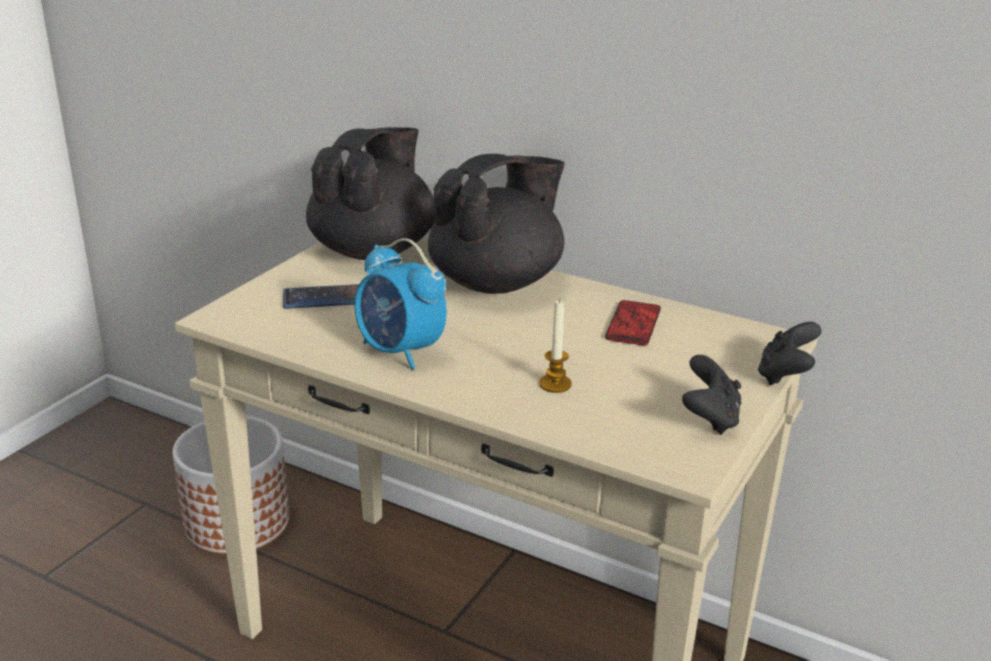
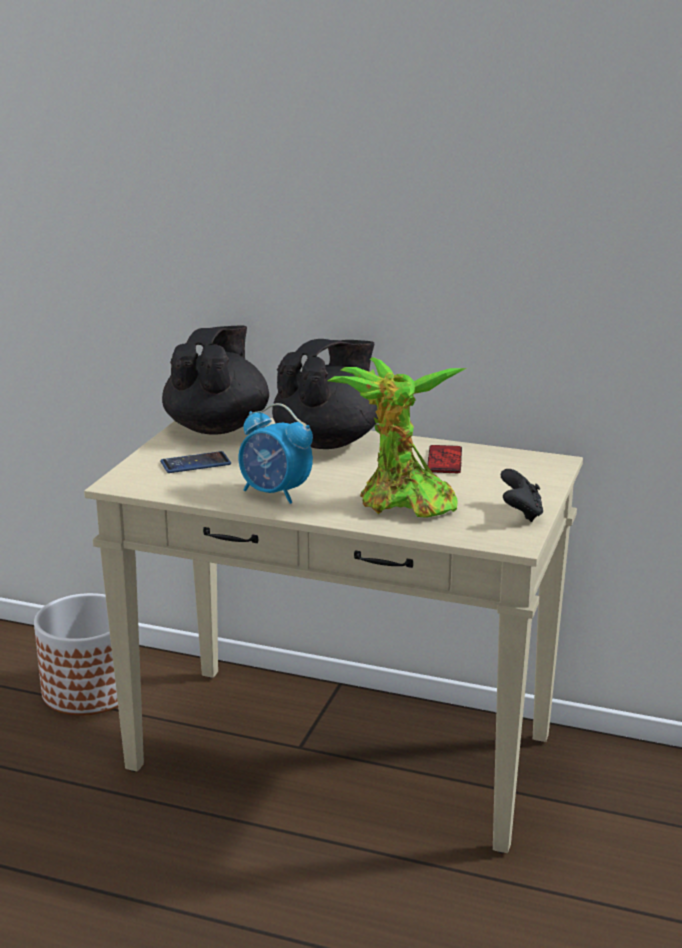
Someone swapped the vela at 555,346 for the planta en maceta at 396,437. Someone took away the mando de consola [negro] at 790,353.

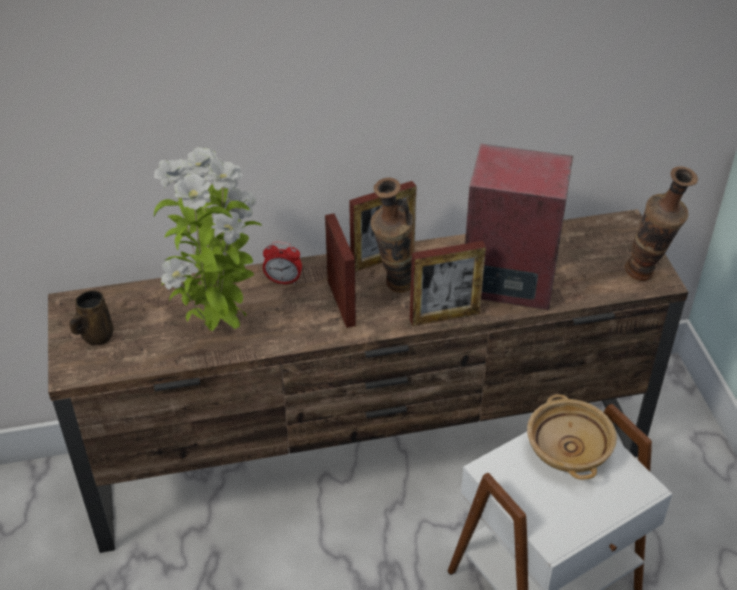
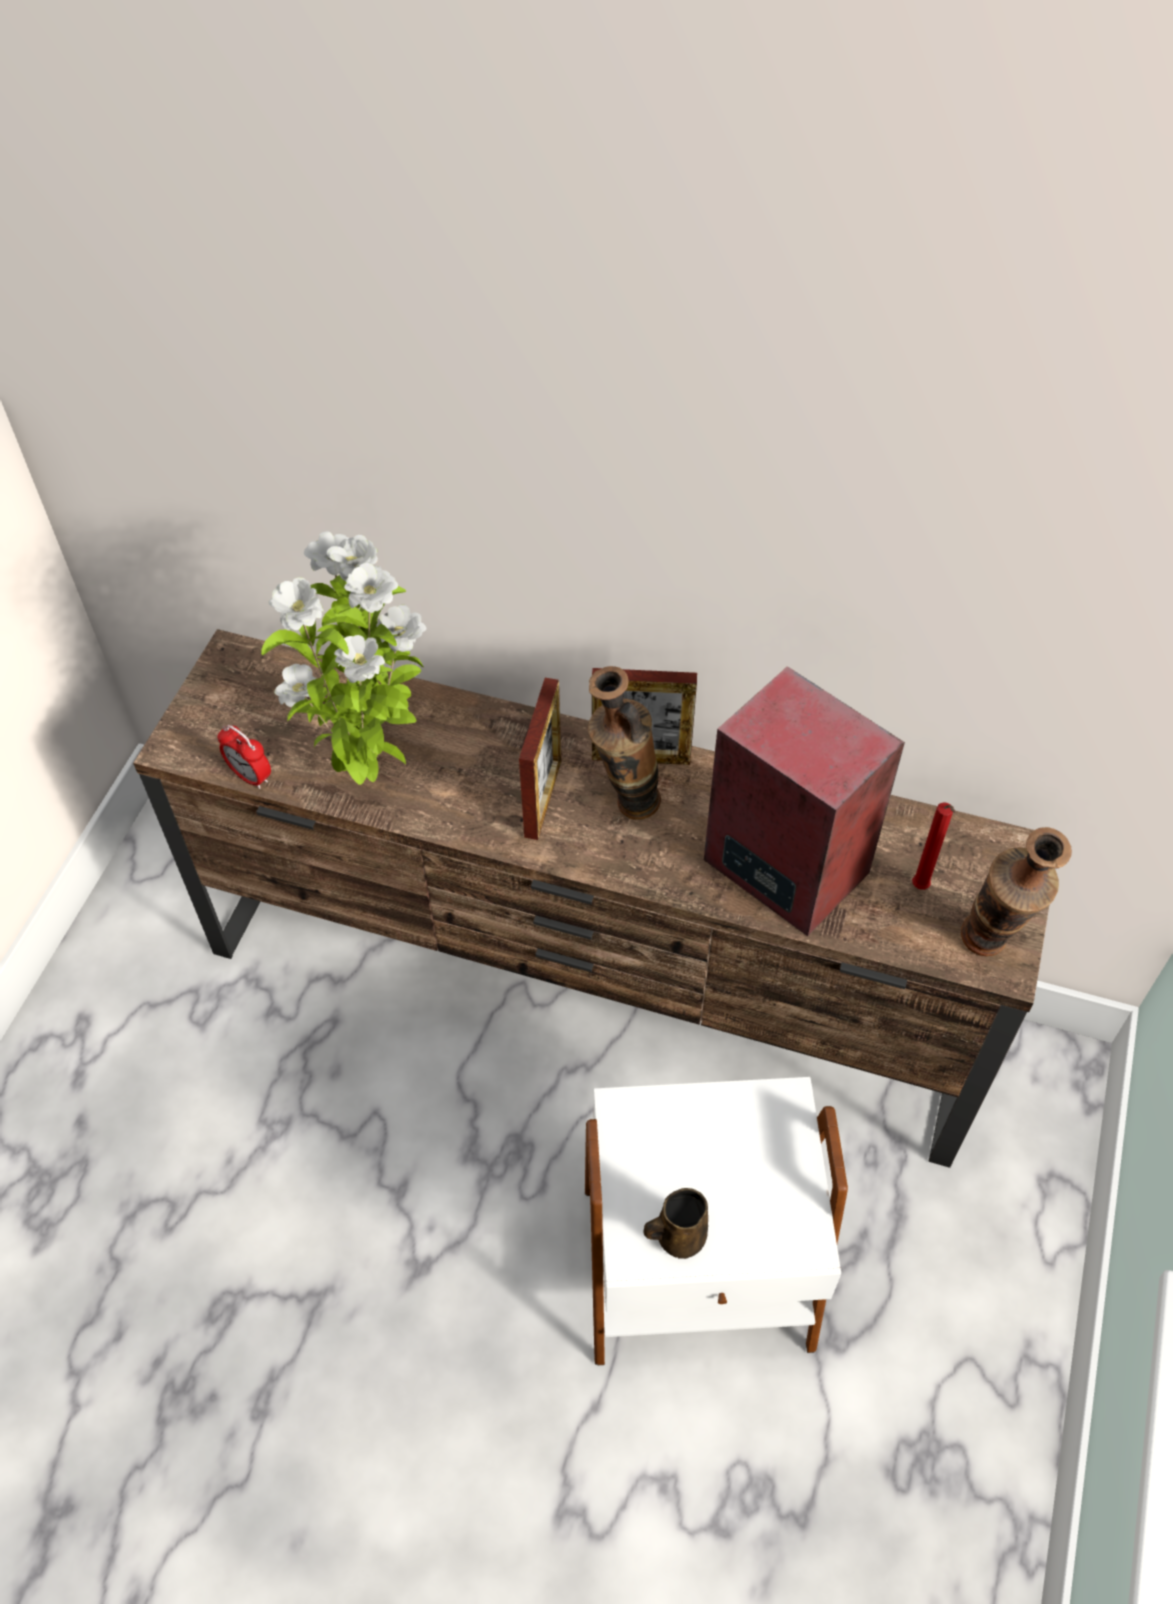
Someone carried the taza grande [marrón] from 91,317 to 675,1223. Someone carried the despertador from 282,263 to 244,757. Someone took away the portarretratos at 448,283. Someone took away the cuenco [beis] at 572,437. Someone put down the vela [rojo] at 933,846.

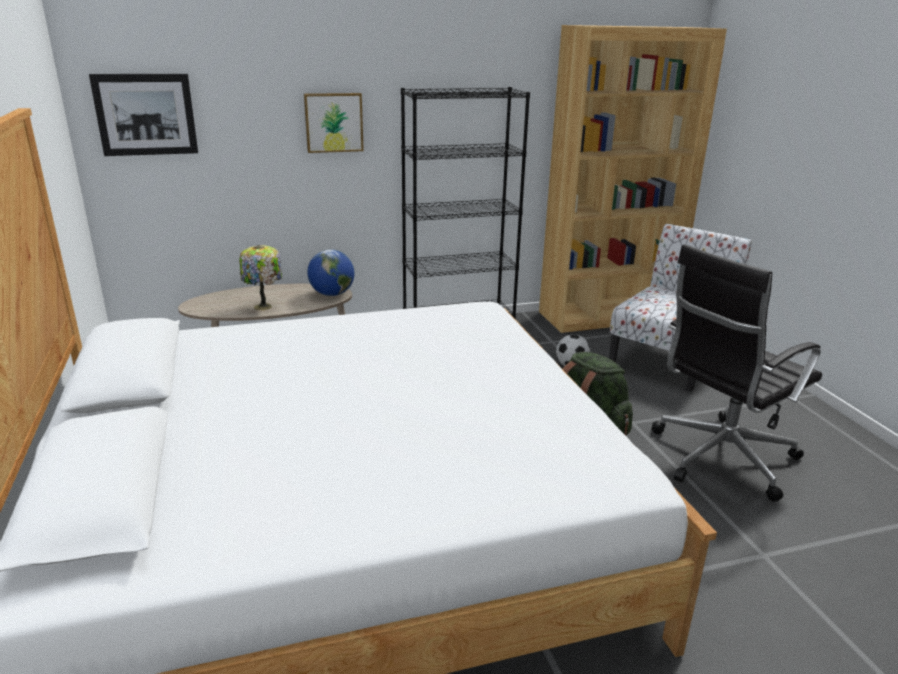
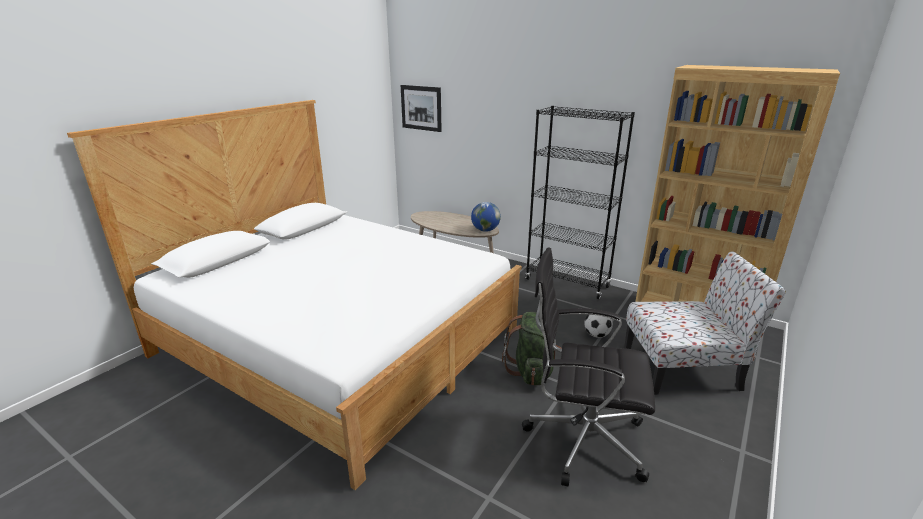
Someone took away the lámpara de mesa at 260,277. Someone took away the cuadro at 334,123.

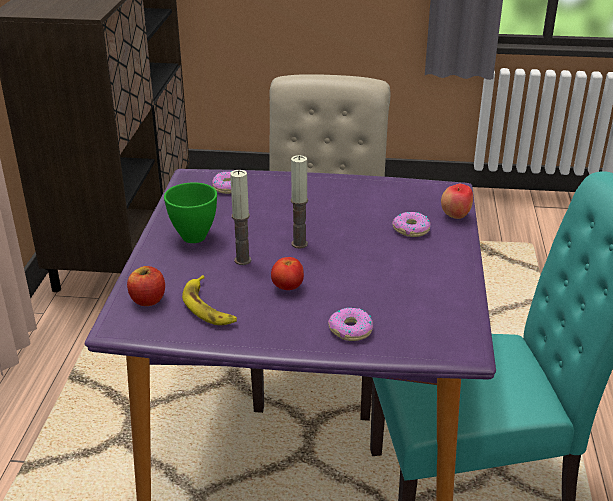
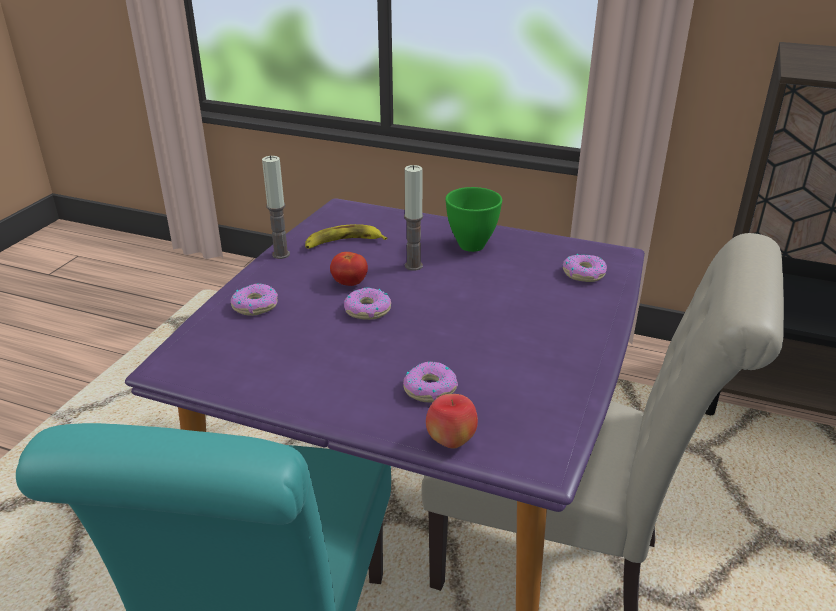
Someone took away the manzana at 146,286. Someone carried the vela from 299,201 to 276,207. Someone put down the rosquilla at 367,303.

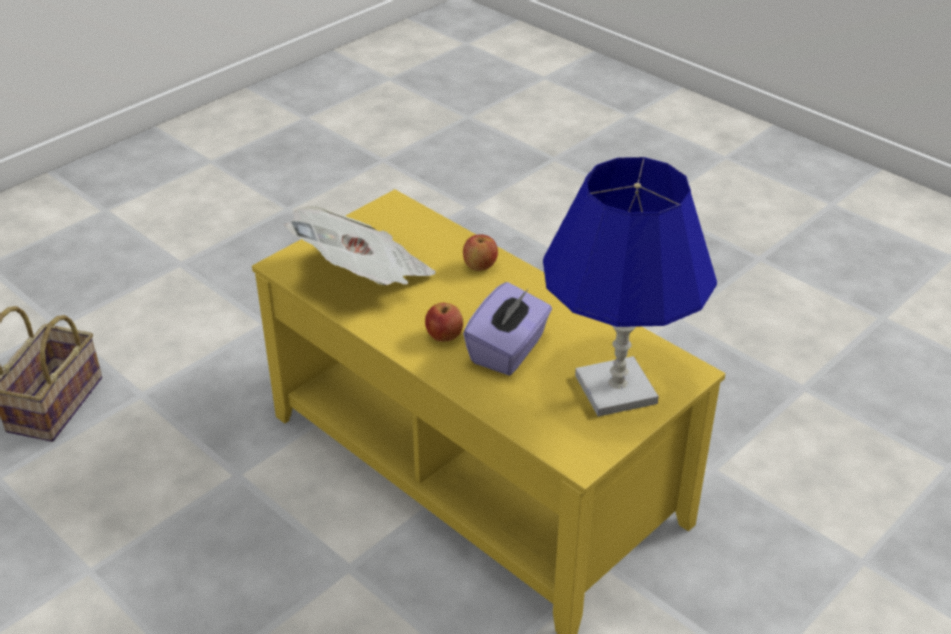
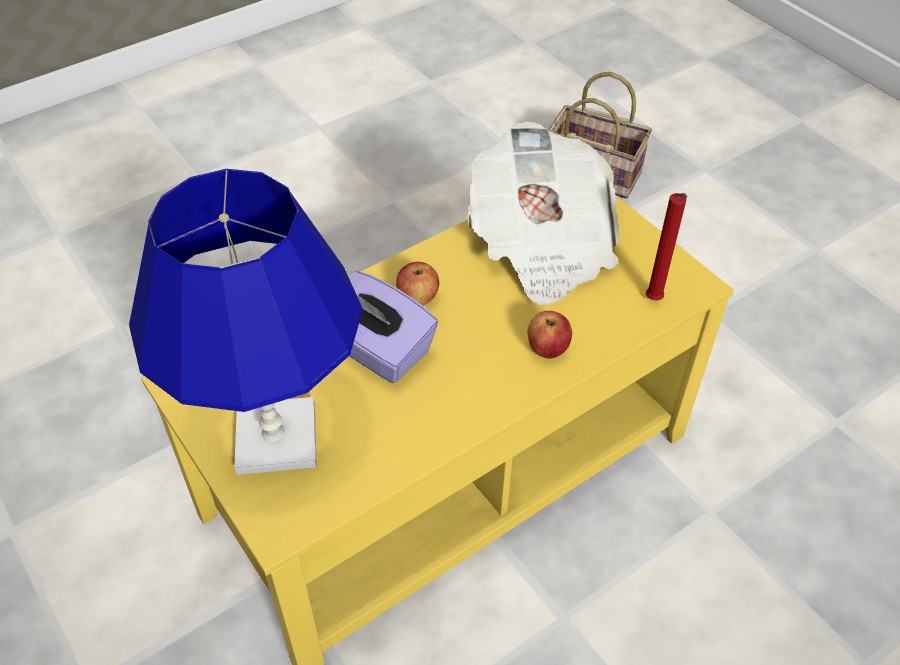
Someone put down the vela [rojo] at 666,247.

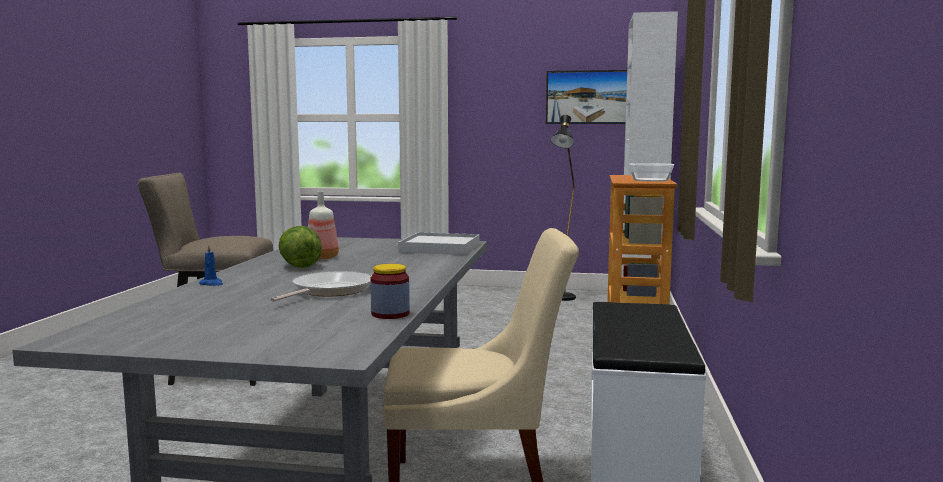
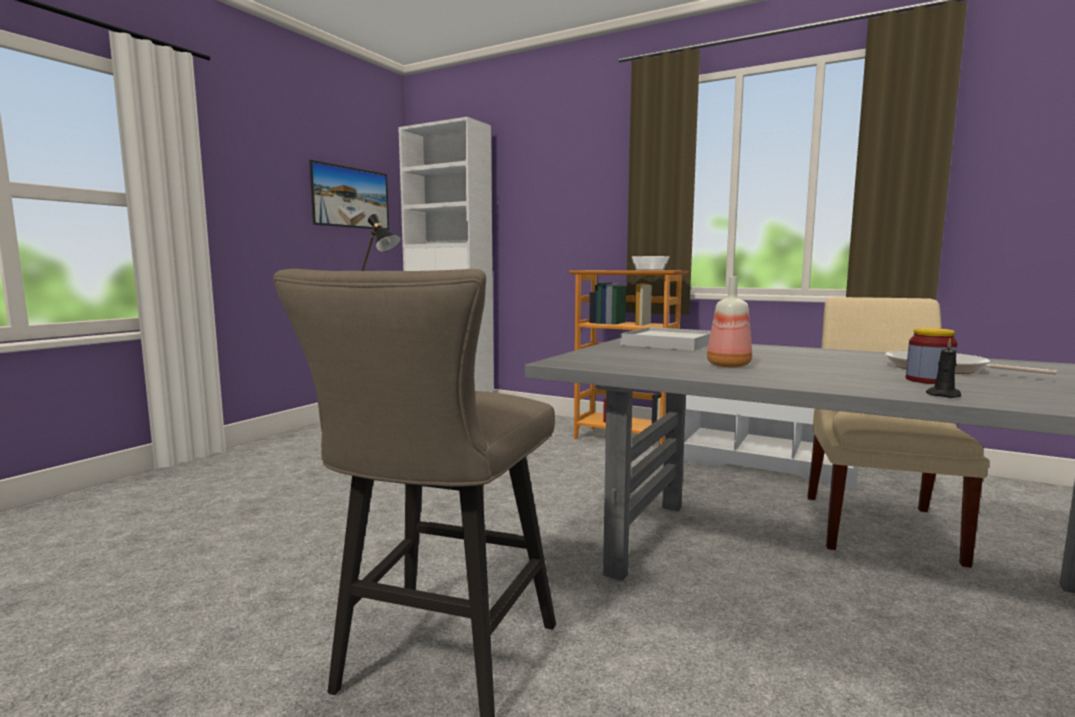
Someone repainted the vela [azul] at 211,265, which became the vela [negro] at 943,368. Someone took away the lechuga at 300,247. Someone carried the tarro from 390,291 to 932,356.

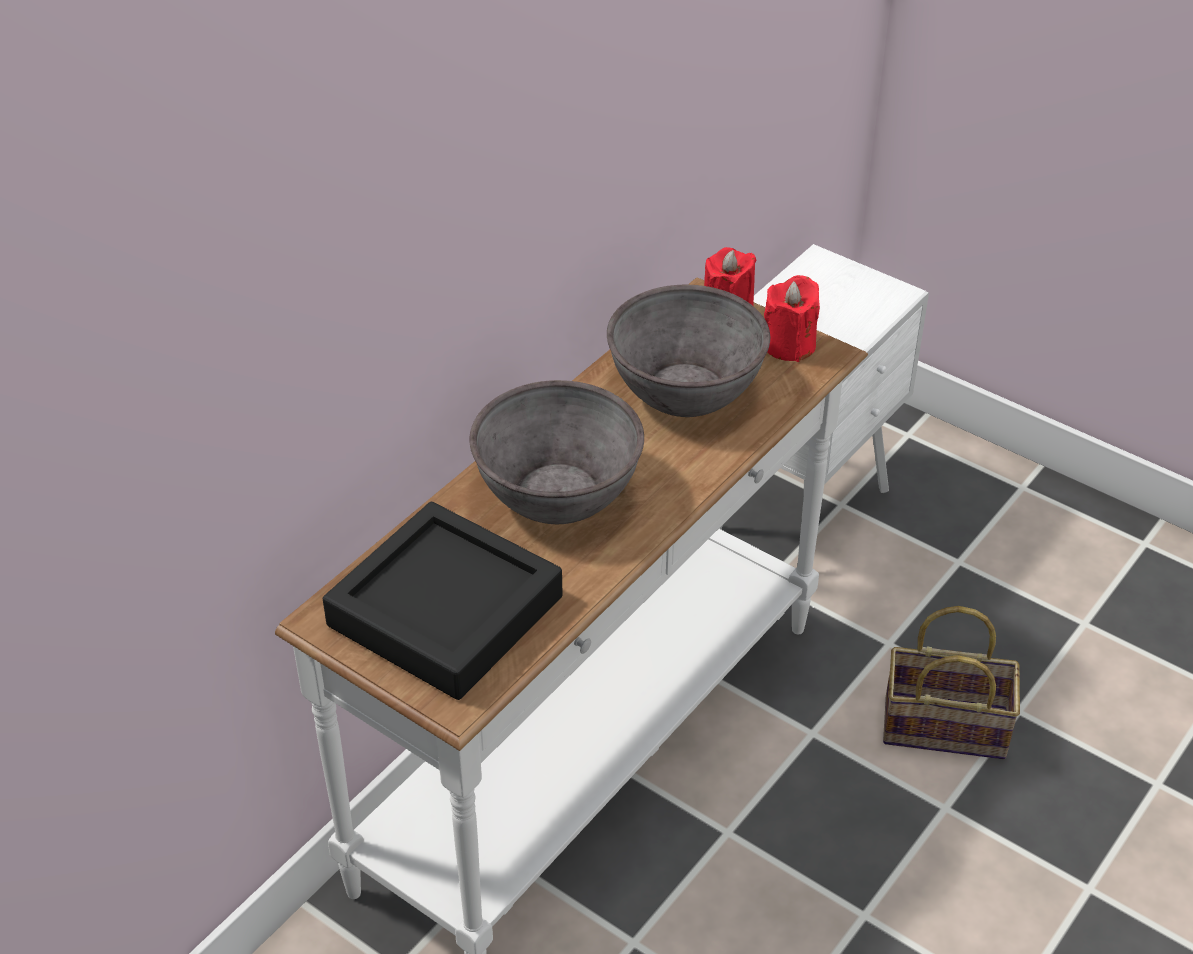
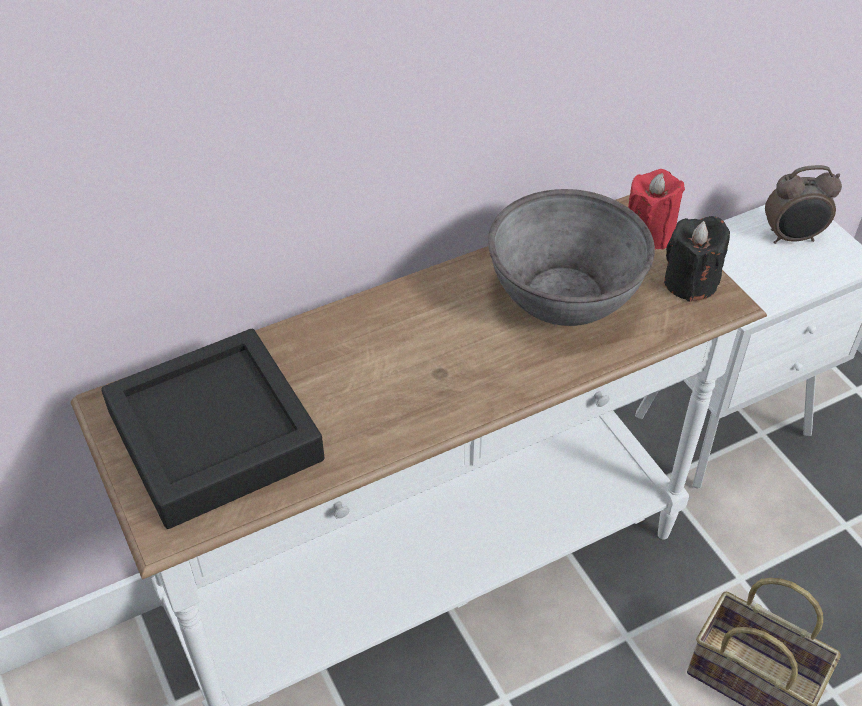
Someone took away the cuenco [gris] at 556,452. Someone repainted the vela [rojo] at 792,318, which became the vela [negro] at 697,259. Someone put down the despertador at 803,204.

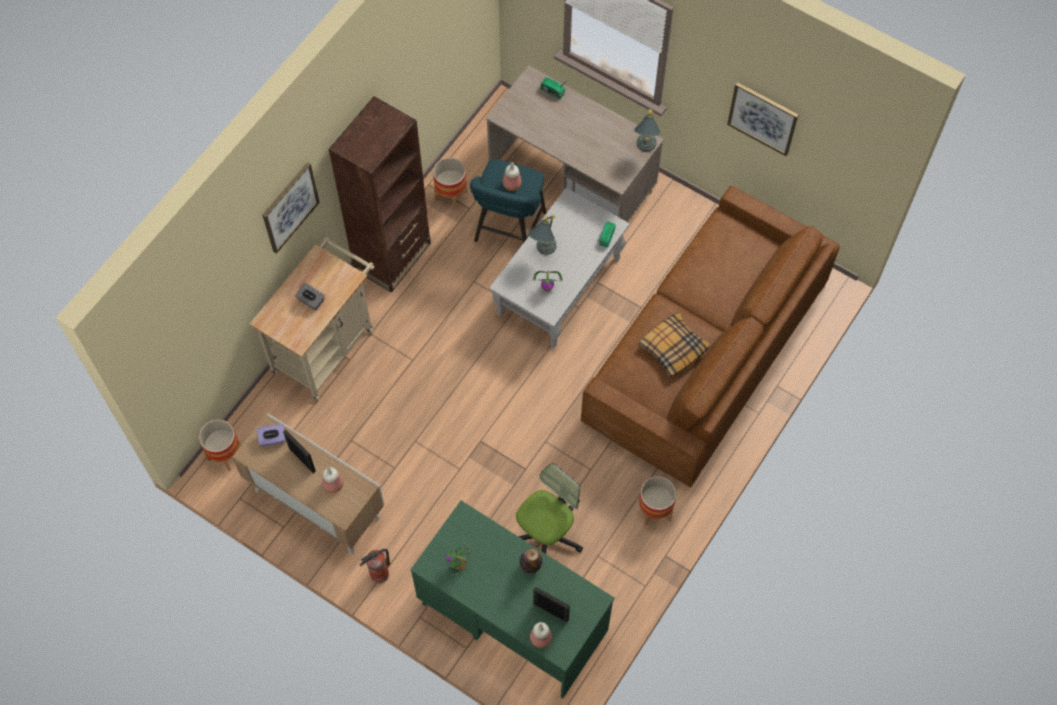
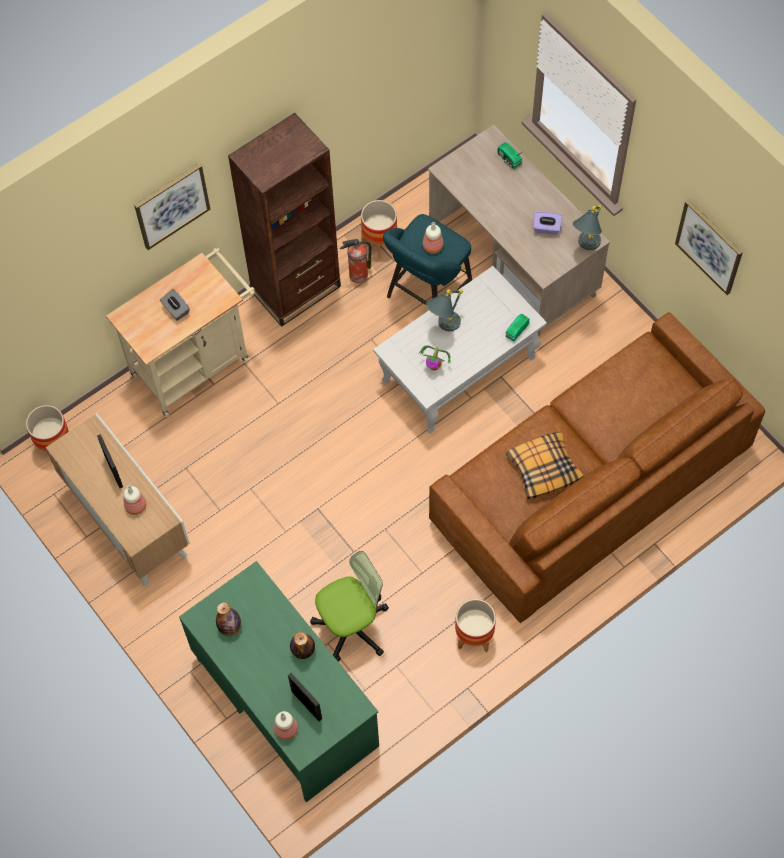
Someone carried the caja de pañuelos [morado] from 271,435 to 547,223. Someone carried the extintor from 375,566 to 355,261. Someone swapped the planta en maceta at 458,559 for the botella at 228,619.

